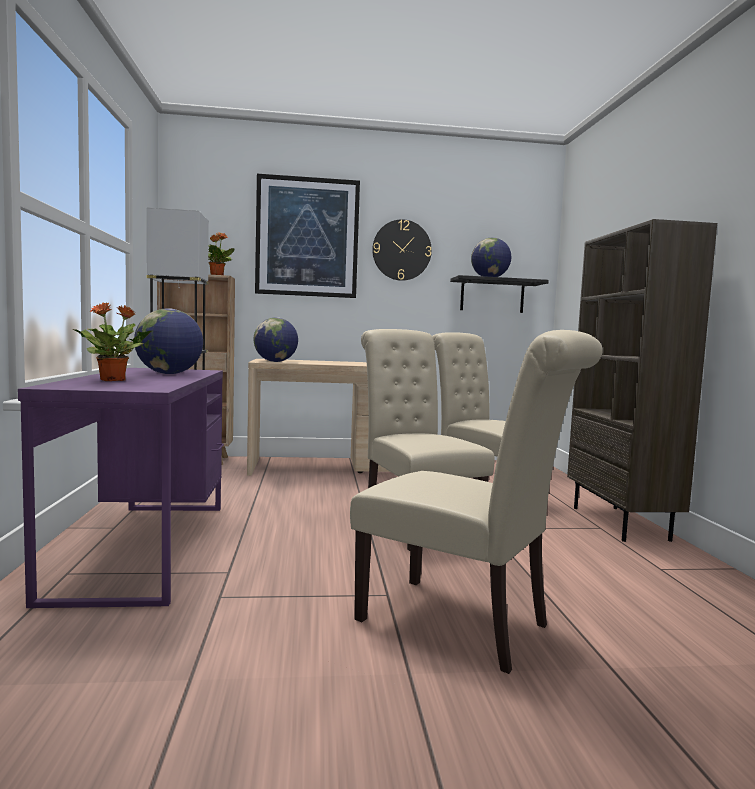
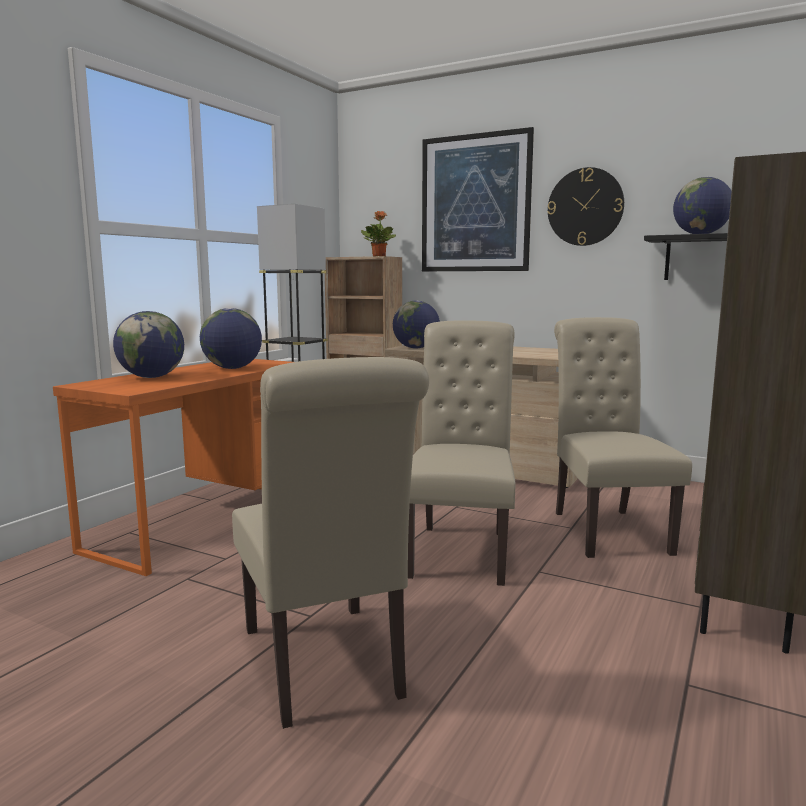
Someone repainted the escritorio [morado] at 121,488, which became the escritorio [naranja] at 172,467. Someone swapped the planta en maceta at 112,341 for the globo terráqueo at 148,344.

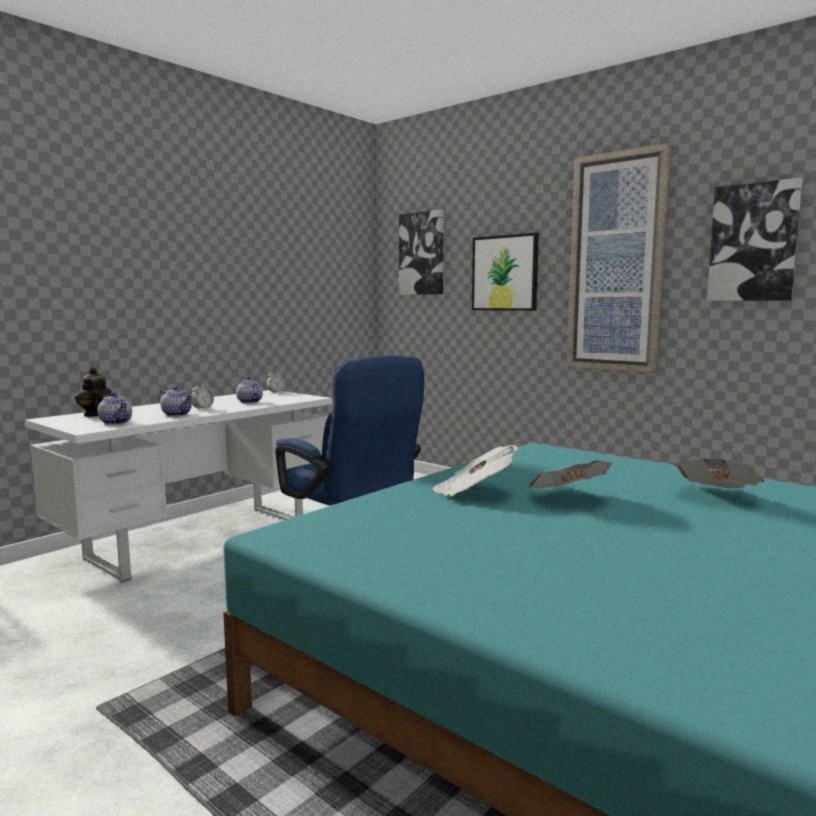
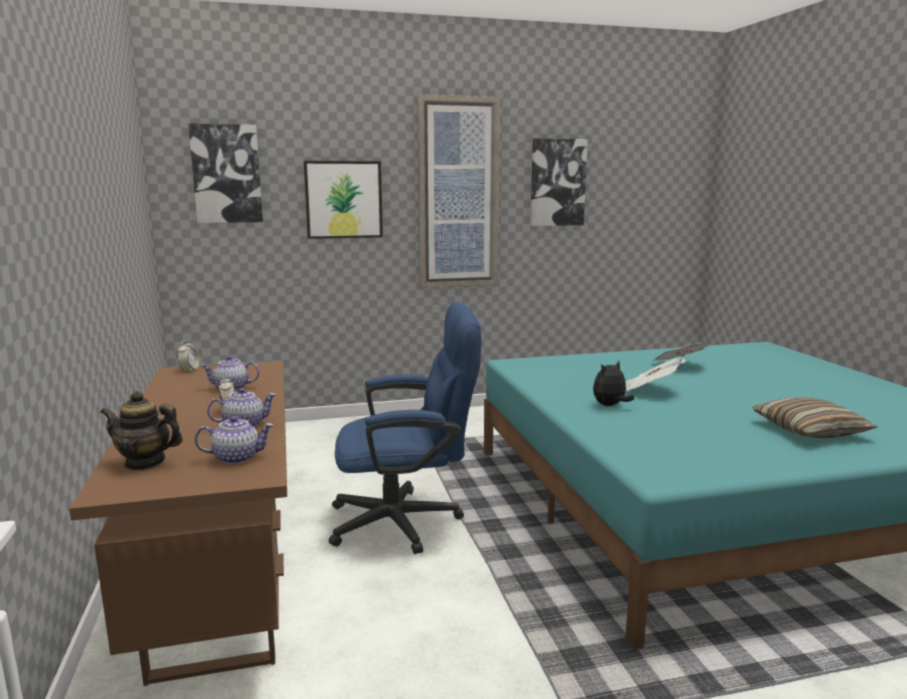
Someone repainted the escritorio [blanco] at 179,486, which became the escritorio [marrón] at 178,523. Someone swapped the periódico at 475,471 for the peluche at 613,383. Someone put down the cojín at 815,417.

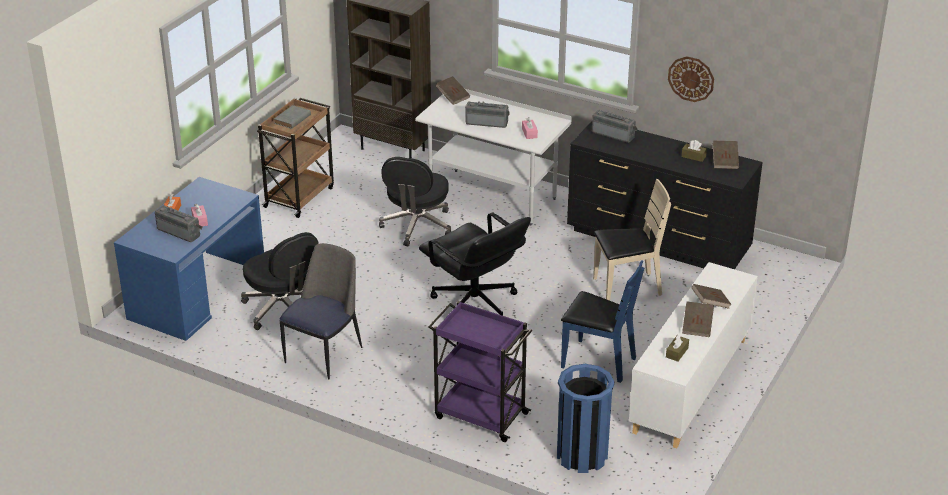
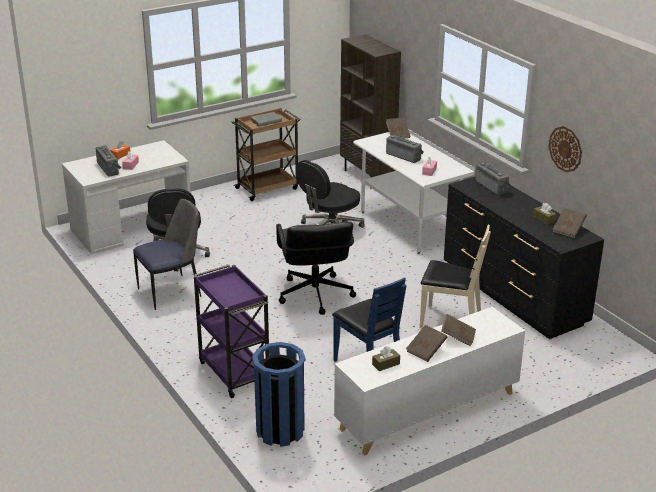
Someone repainted the escritorio [azul] at 189,259, which became the escritorio [blanco] at 126,197.

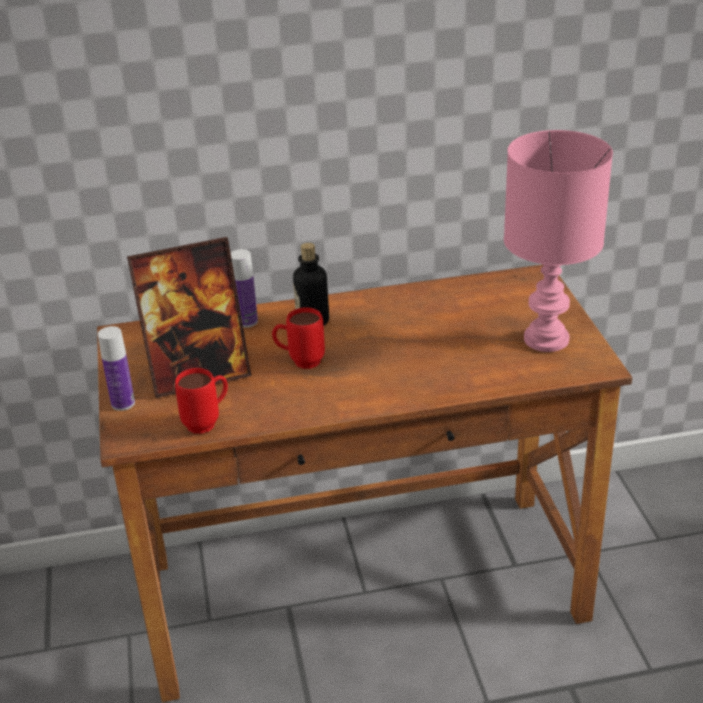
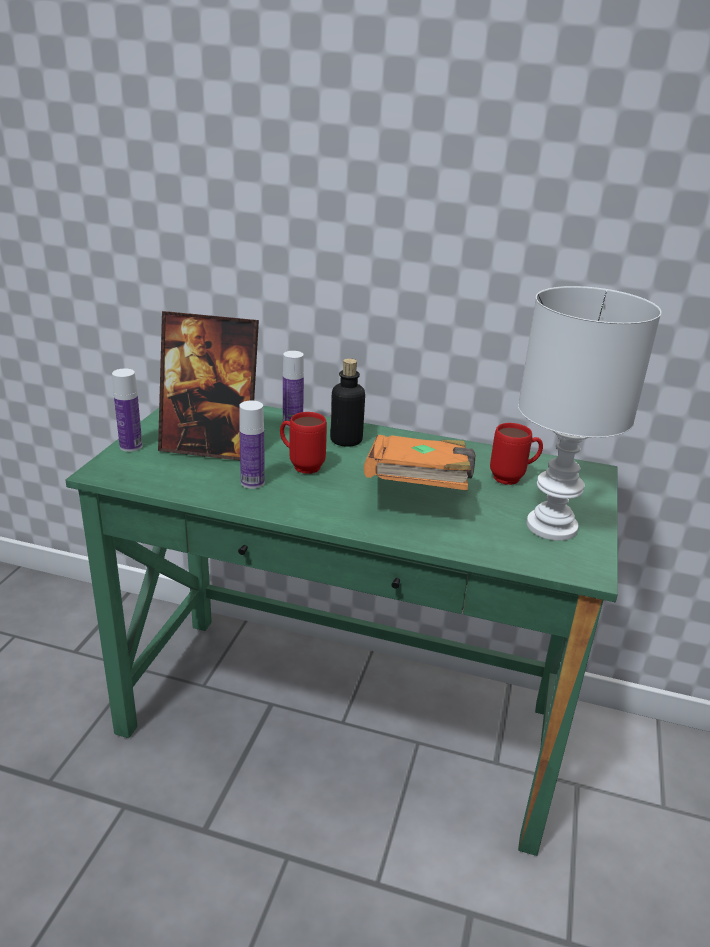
Someone repainted the escritorio [marrón] at 364,483, which became the escritorio [verde] at 341,631. Someone carried the taza grande [rojo] from 201,401 to 516,454. Someone repainted the lámpara de mesa [rosa] at 558,241, which became the lámpara de mesa [blanco] at 589,413. Someone put down the botella at 252,445. Someone put down the libro [naranja] at 419,462.

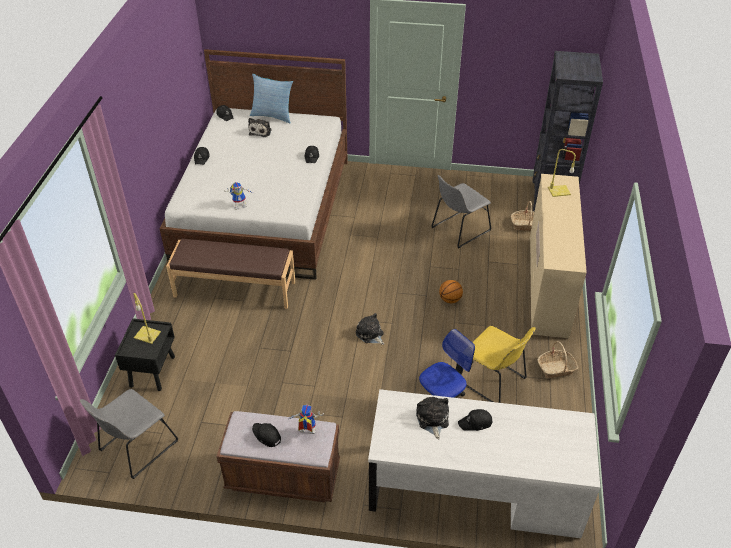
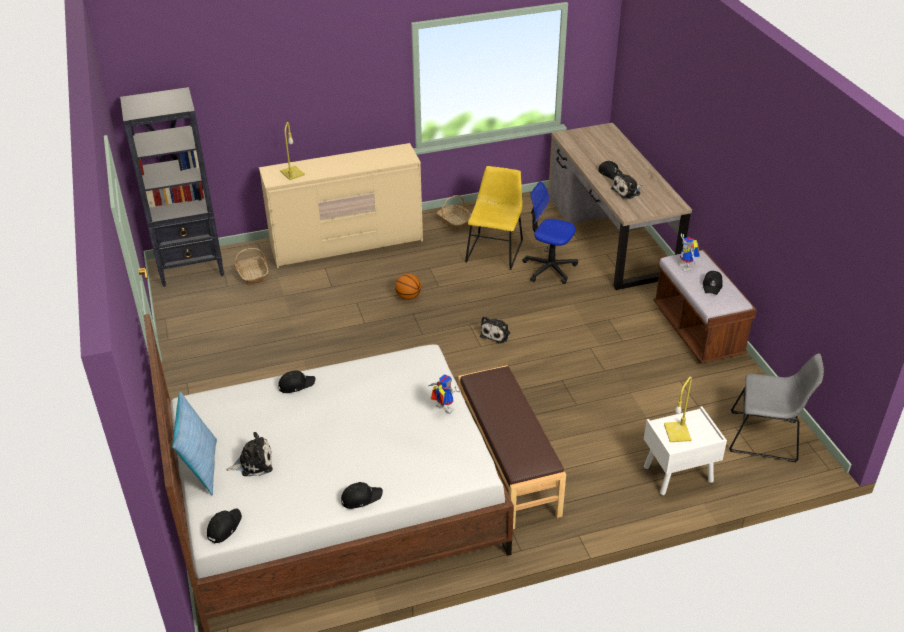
Someone repainted the mesita de noche [negro] at 145,354, which became the mesita de noche [blanco] at 685,450. Someone repainted the escritorio [blanco] at 484,463, which became the escritorio [marrón] at 620,206. Someone took away the silla [gris] at 461,211.

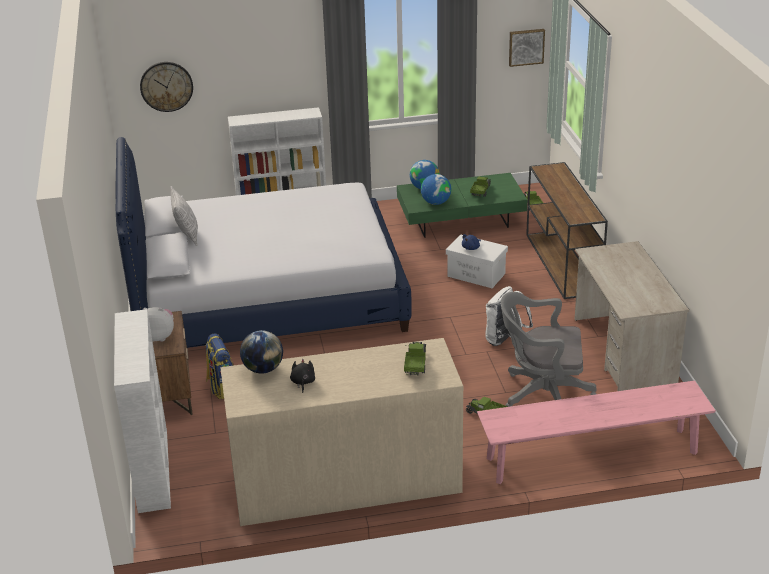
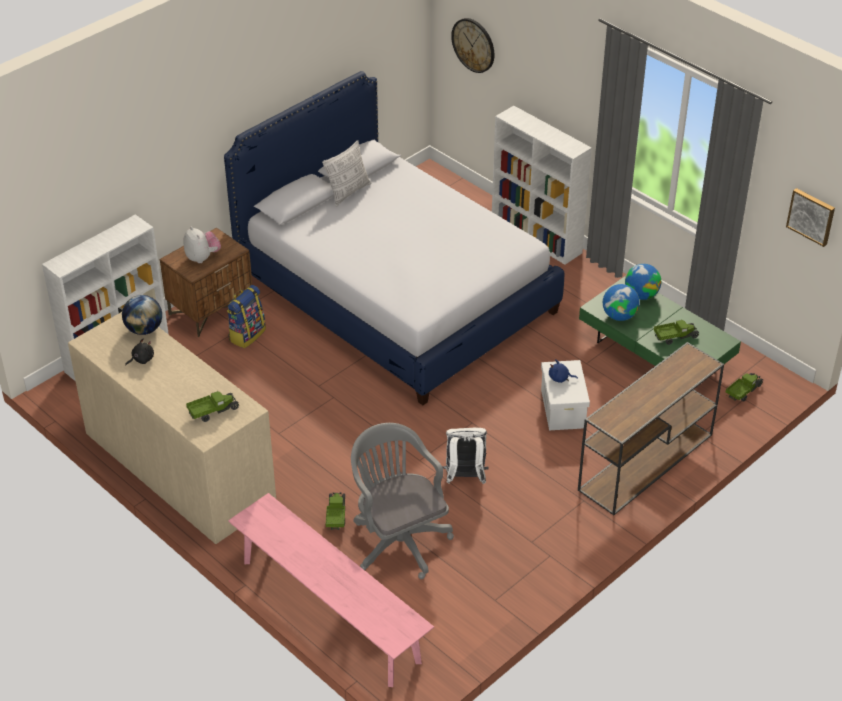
Someone took away the escritorio [beis] at 631,316.

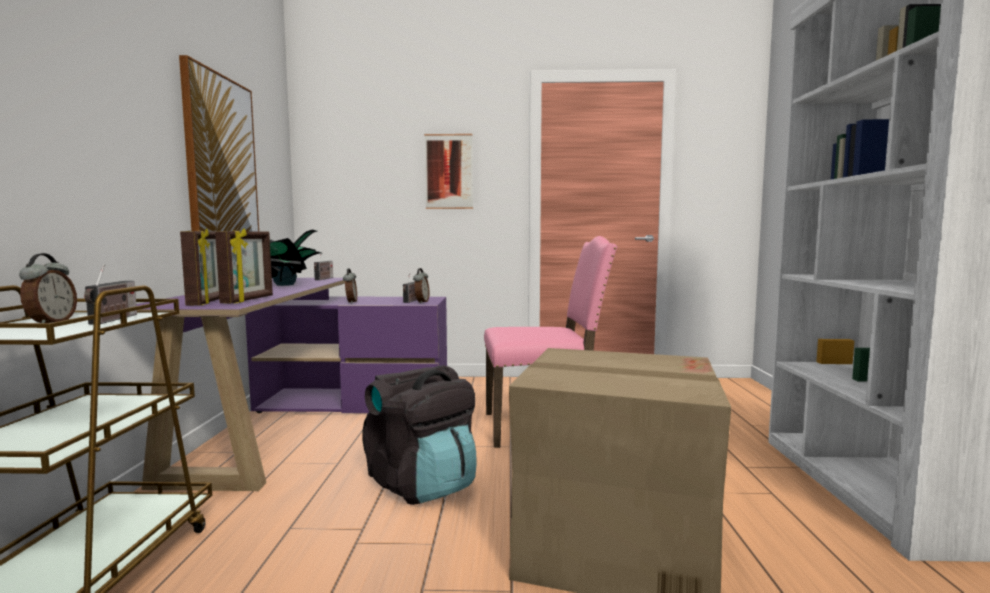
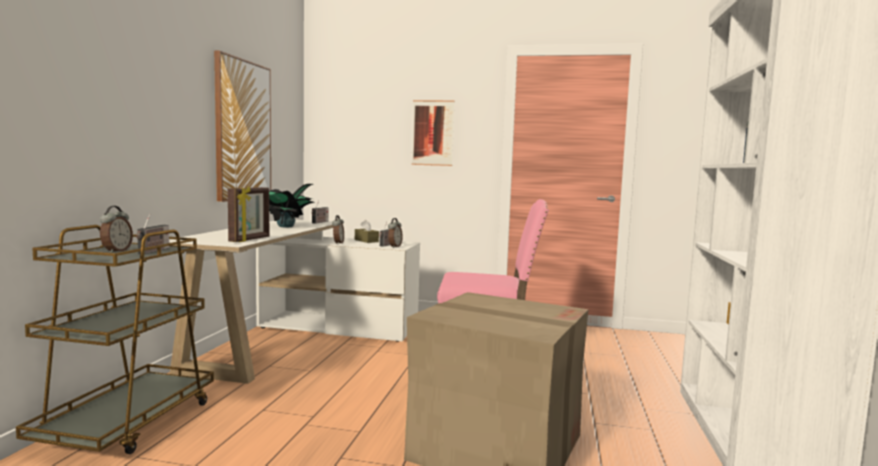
Someone repainted the escritorio [morado] at 291,384, which became the escritorio [blanco] at 294,302. Someone took away the portarretratos at 199,267. Someone took away the mochila [negro] at 419,435. Someone put down the caja de pañuelos [marrón] at 367,231.

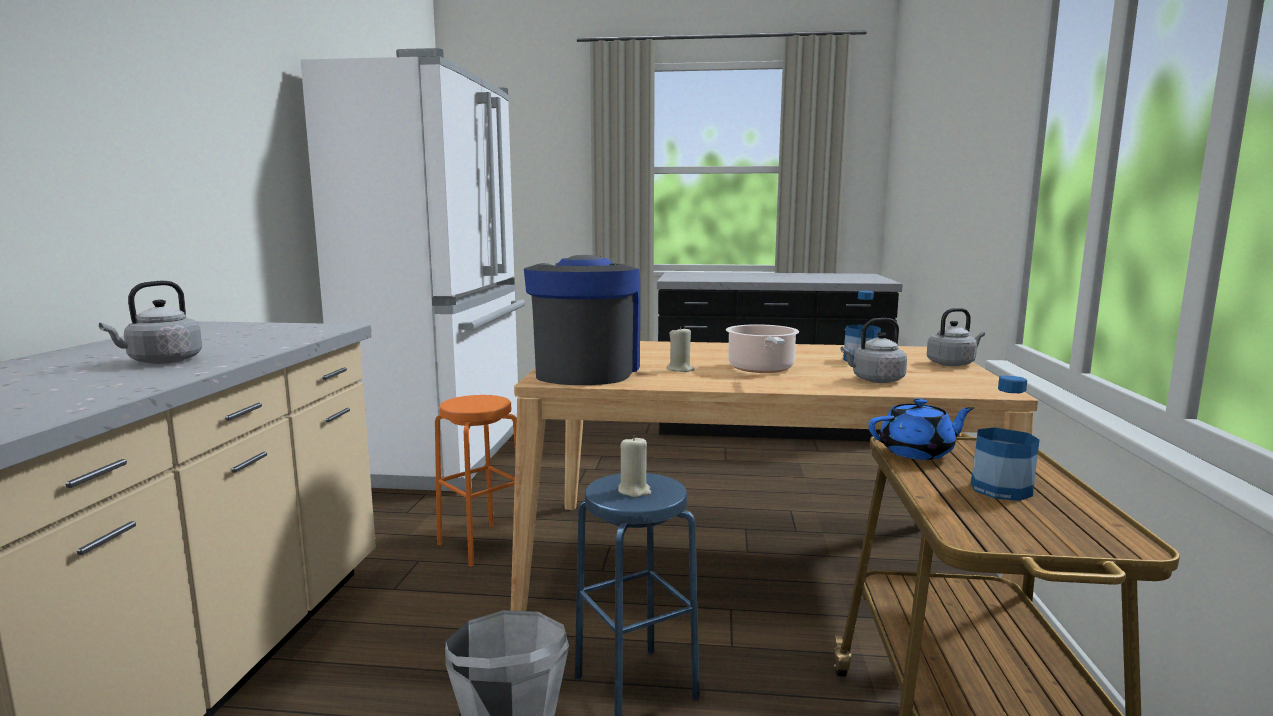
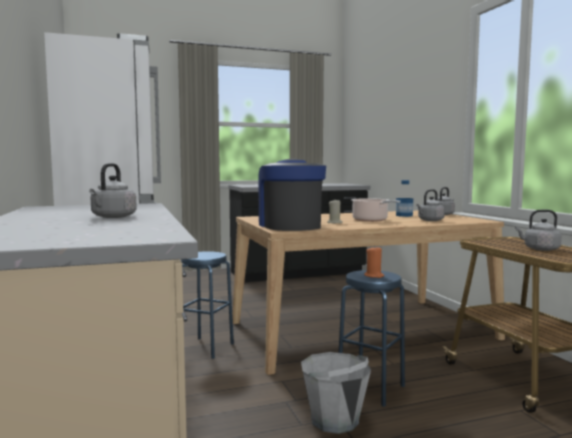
Someone repainted the taburete [naranja] at 476,480, which became the taburete [azul] at 207,305. Someone repainted the vela [beis] at 634,466, which became the vela [naranja] at 374,262. Someone took away the tetera [azul] at 921,429. Someone swapped the botella at 1005,438 for the hervidor [gris] at 538,230.

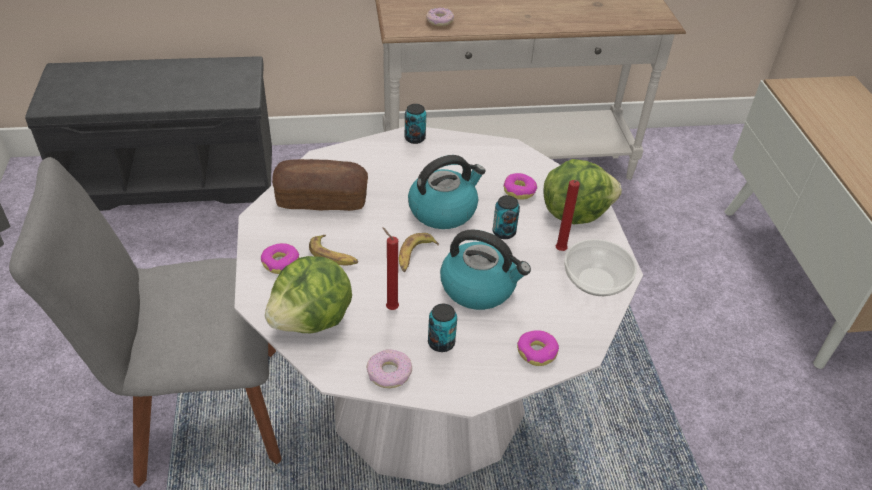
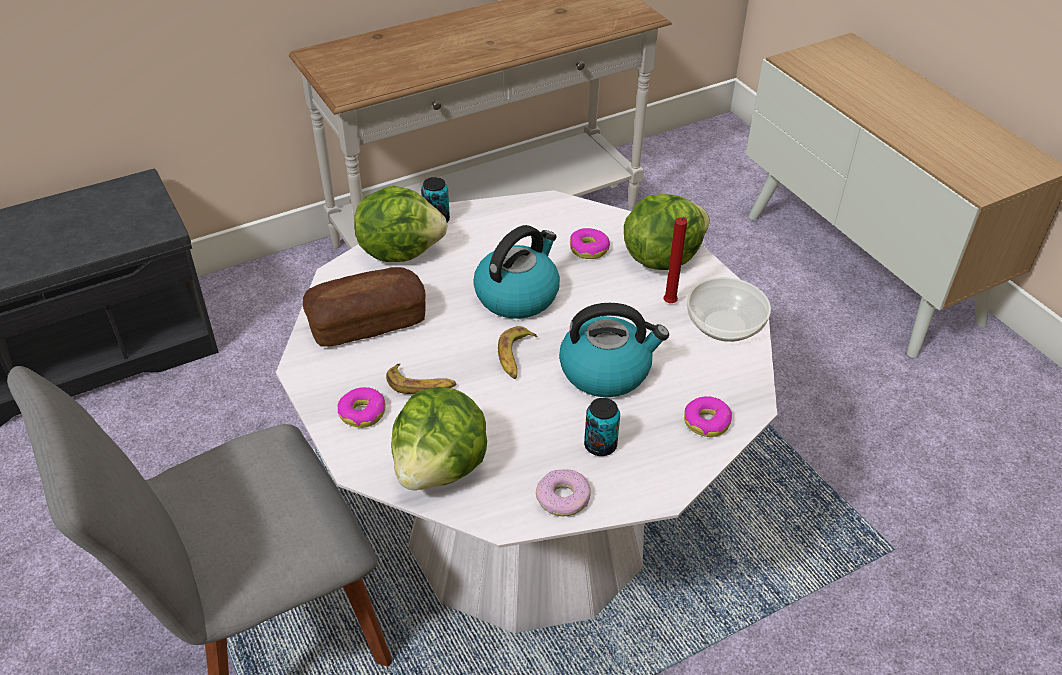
Someone took away the vela [rojo] at 390,268. Someone took away the rosquilla at 440,17. Someone took away the lata at 506,217. Someone put down the lechuga at 401,223.

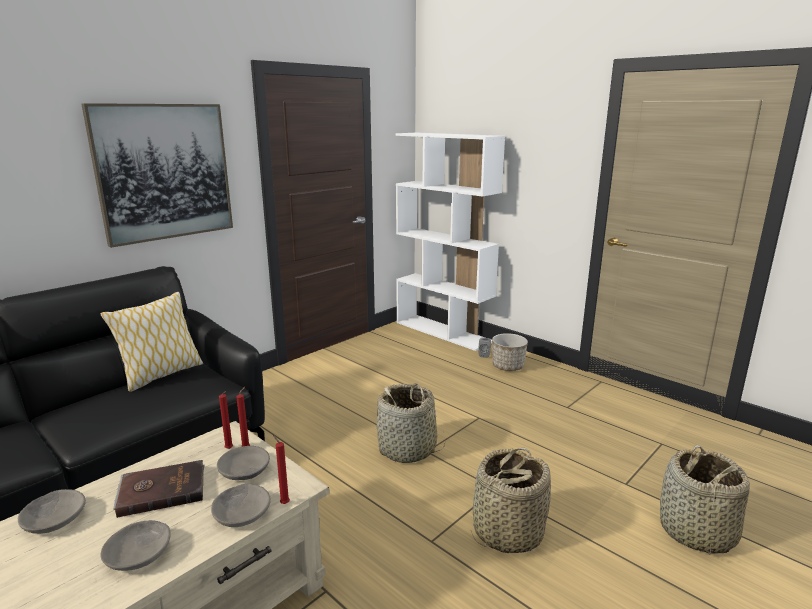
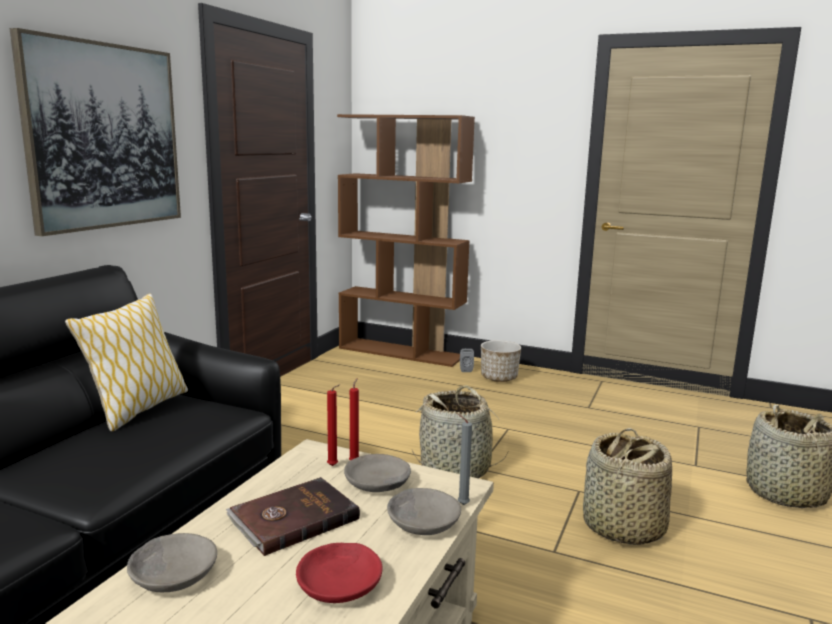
Someone repainted the cuenco [gris] at 135,545, which became the cuenco [rojo] at 339,573. Someone repainted the vela [rojo] at 281,469, which became the vela [gris] at 464,459. Someone repainted the estantería [blanco] at 450,242, which became the estantería [marrón] at 406,240.

